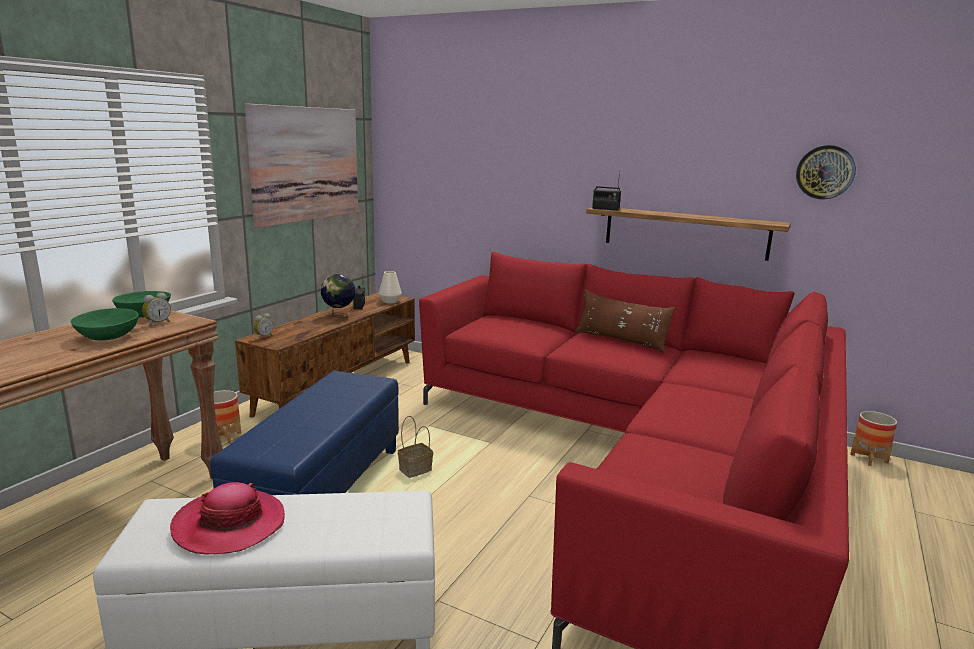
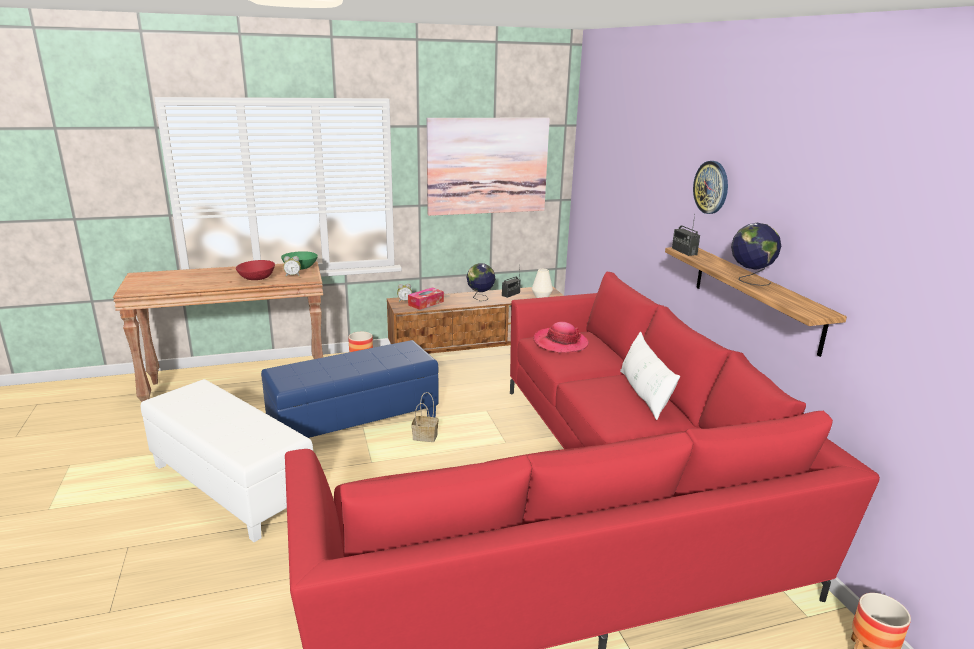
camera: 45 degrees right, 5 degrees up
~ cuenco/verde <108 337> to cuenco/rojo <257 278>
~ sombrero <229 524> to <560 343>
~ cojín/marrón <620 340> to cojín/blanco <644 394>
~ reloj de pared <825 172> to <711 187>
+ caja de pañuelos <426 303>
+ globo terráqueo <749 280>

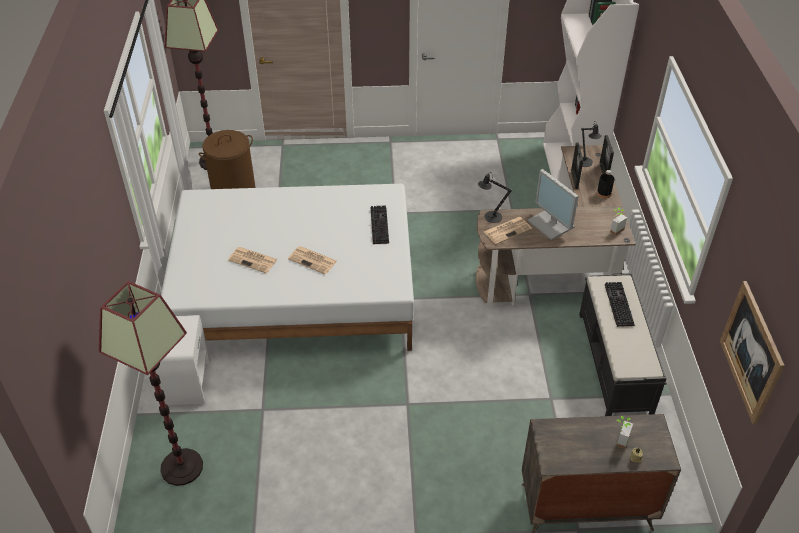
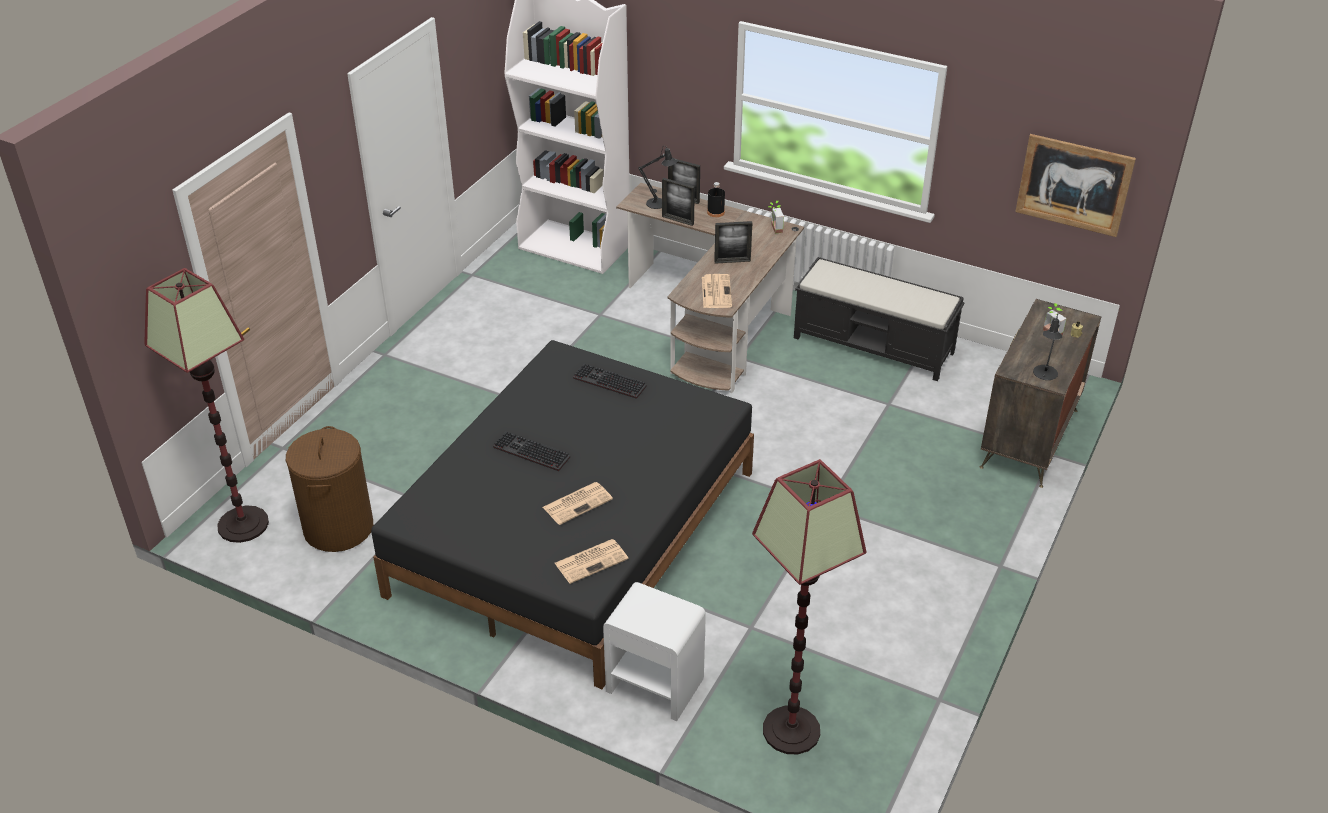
camera: 60 degrees left, 5 degrees down
~ cama/blanco <295 289> to cama/negro <574 532>
~ periódico <313 260> to <592 560>
~ lámpara de mesa/negro <490 217> to <1044 375>
~ monitor <552 224> to portarretratos <732 261>
~ teclado <617 304> to <529 453>

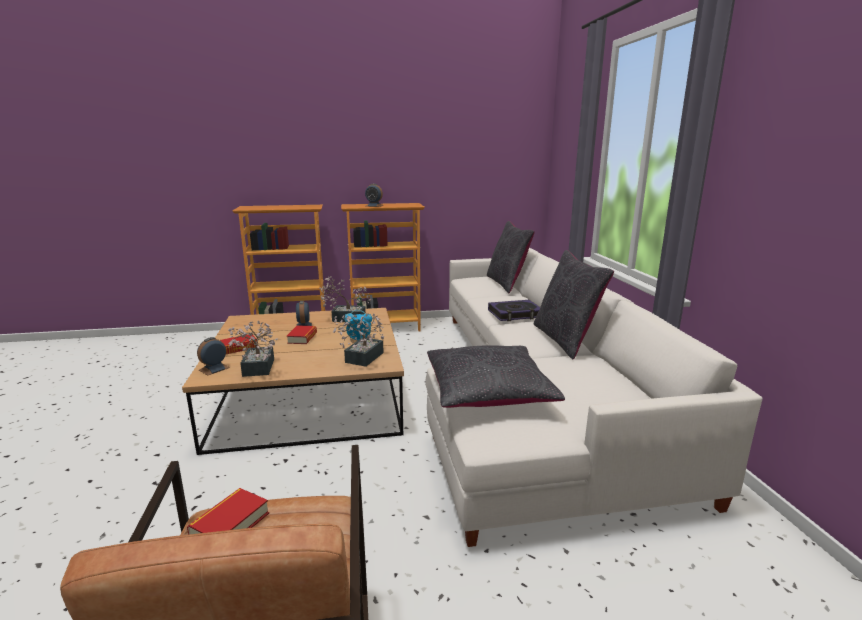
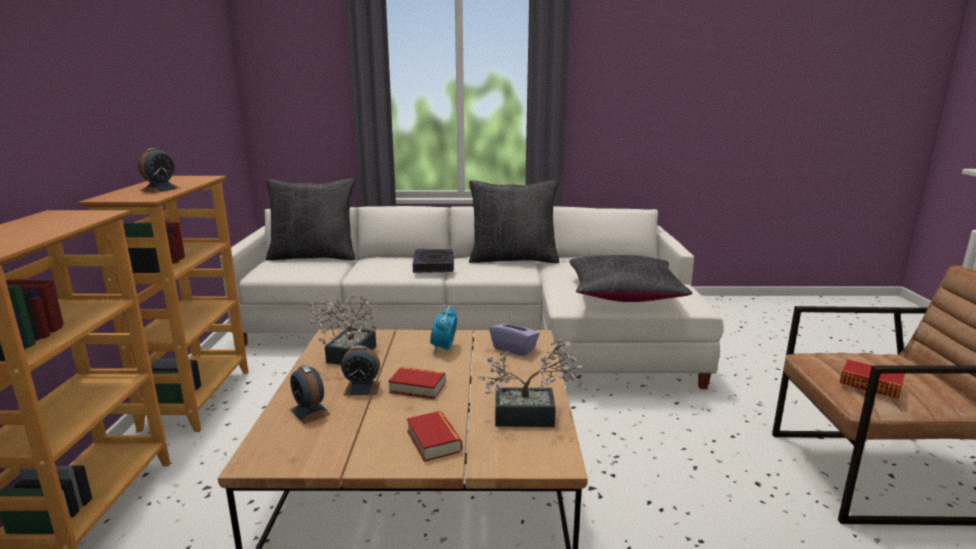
camera: 80 degrees left, 0 degrees up
~ despertador <214 369> to <309 412>
~ planta en maceta <361 359> to caja de pañuelos/morado <514 348>

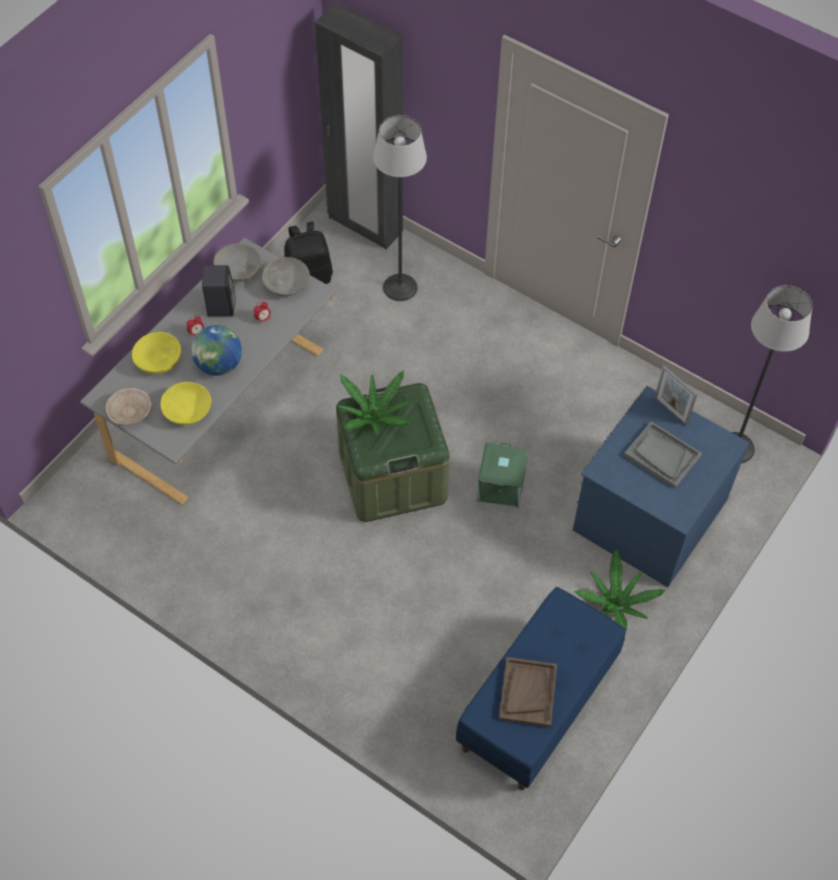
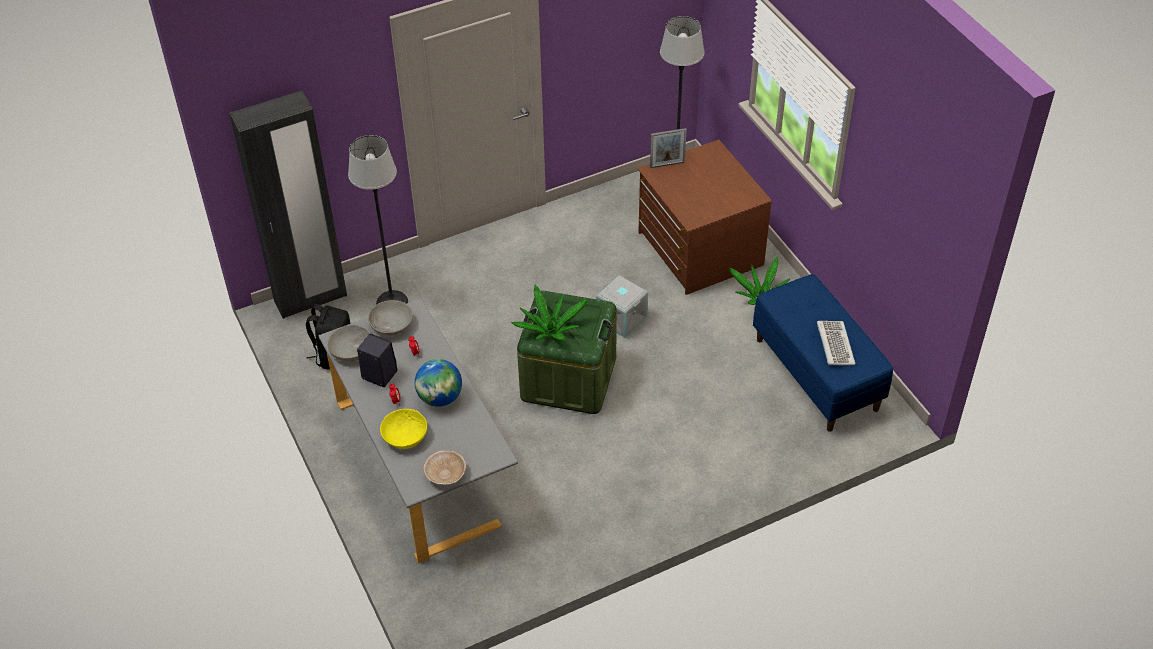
camera: 60 degrees left, 10 degrees down
- cuenco/amarillo <187 411>
~ caja de almacenaje/verde <501 487> to caja de almacenaje/gris <622 318>
~ bandeja/marrón <527 692> to teclado <834 344>
~ cómoda/azul <648 513> to cómoda/marrón <698 249>
- bandeja/gris <662 456>

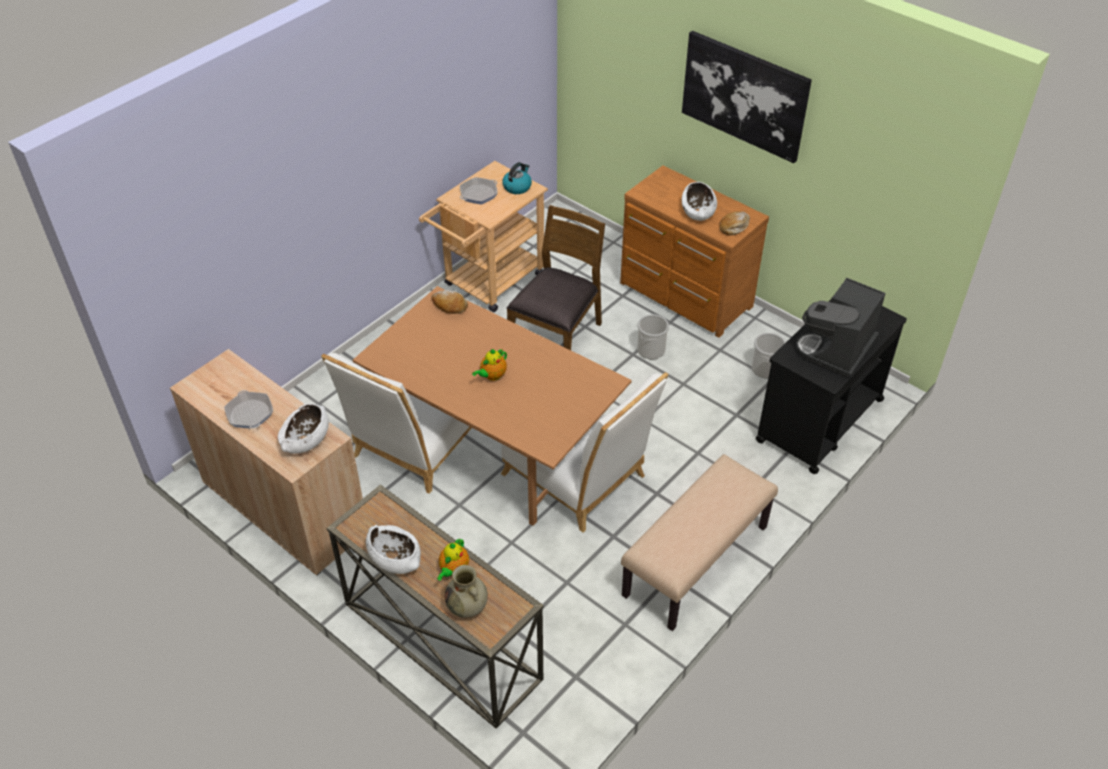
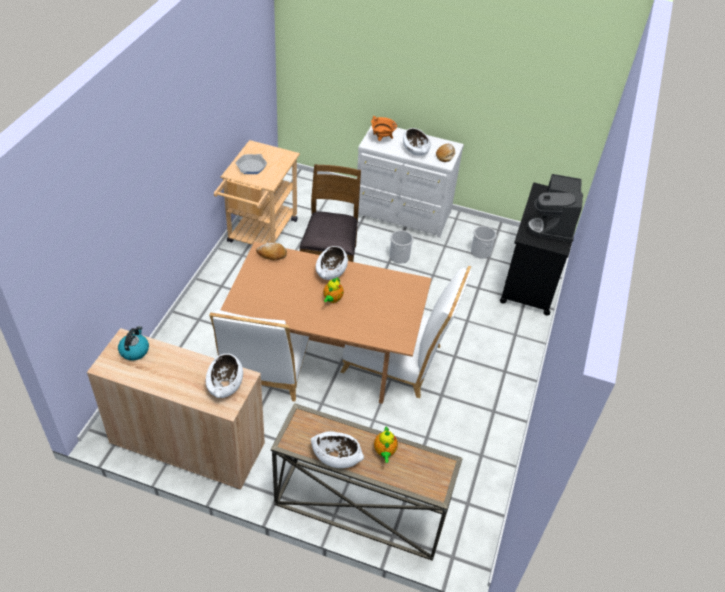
camera: 25 degrees left, 0 degrees up
- sartén <250 413>
- florero/beis <467 608>
~ hervidor <517 187> to <134 350>
~ cómoda/marrón <684 297> to cómoda/blanco <403 214>
- banco/beis <696 562>
- cuadro <744 95>
+ cuenco/blanco <331 271>
+ olla/naranja <382 139>

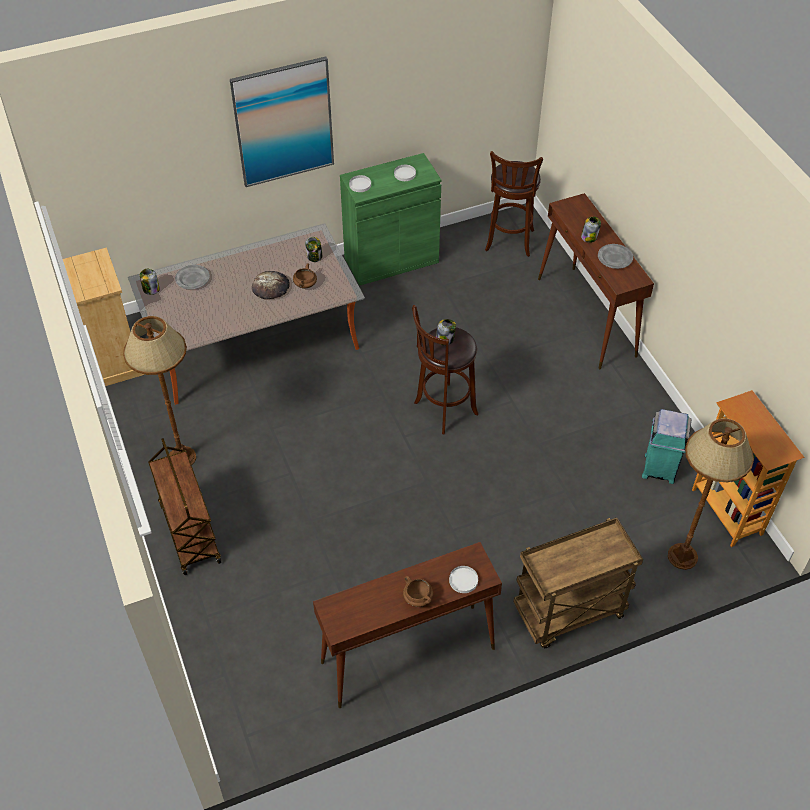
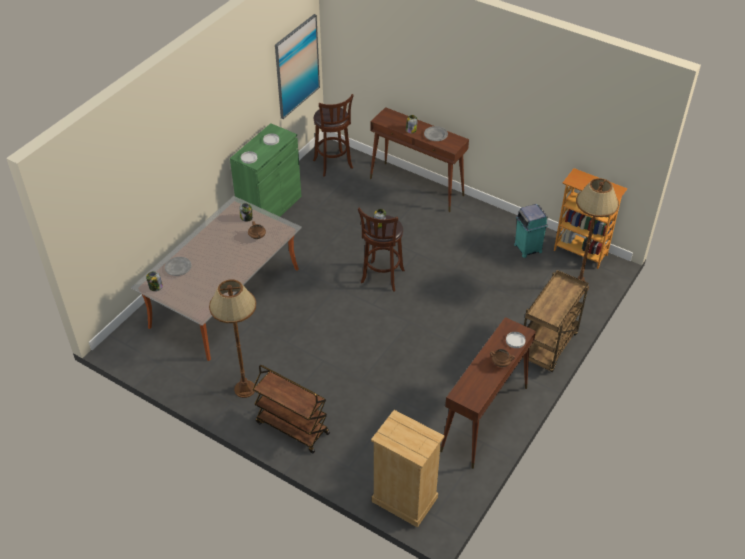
camera: 35 degrees left, 5 degrees down
~ cómoda/beis <115 360> to <404 499>
~ cuadro <283 122> to <297 66>
- pan <271 287>

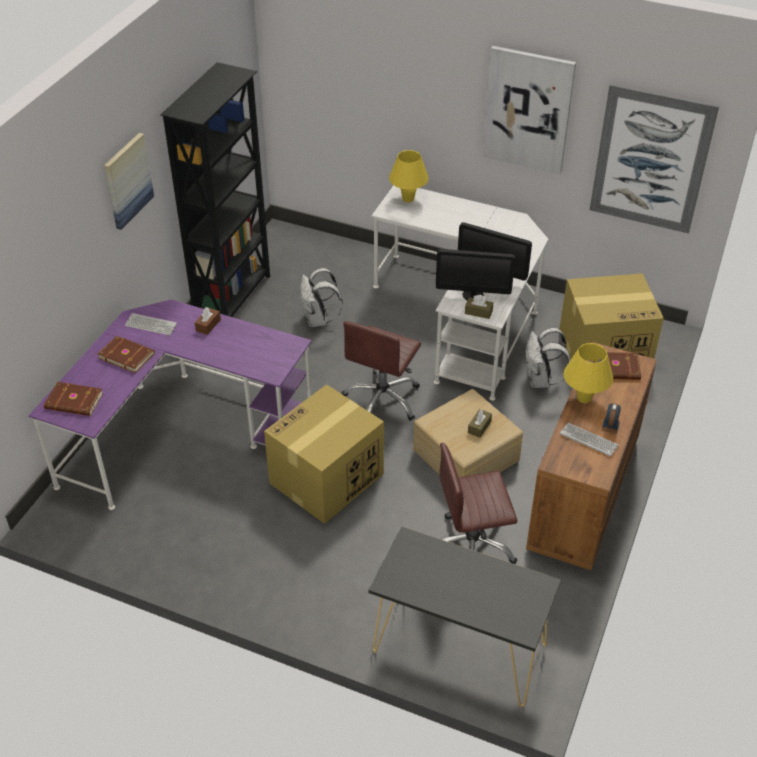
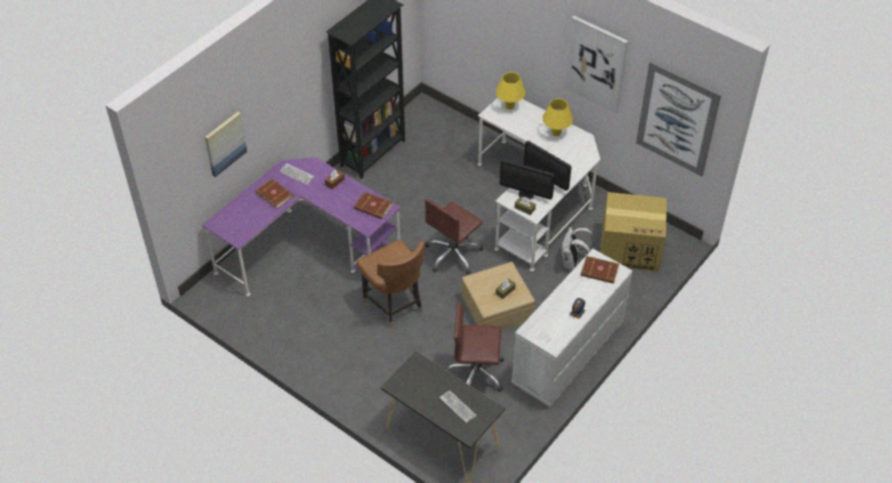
camera: 15 degrees right, 5 degrees up
~ libro/marrón <74 402> to <373 207>
~ cuadro <127 180> to <225 143>
~ caja de cartón <326 479> to silla/marrón <394 305>
- mochila/blanco <318 320>
~ cómoda/marrón <583 495> to cómoda/blanco <567 354>
~ teclado <589 440> to <458 407>
~ lámpara de mesa/amarillo <584 398> to <556 133>

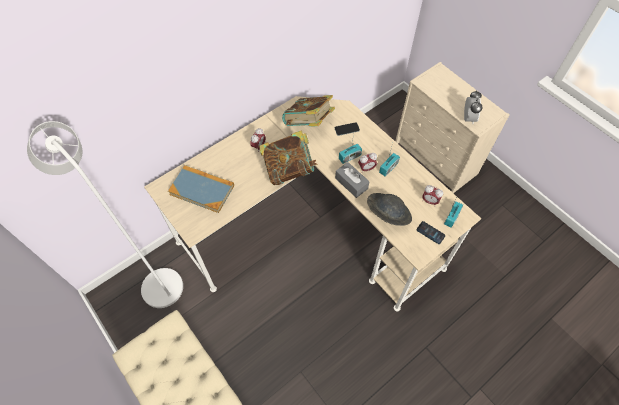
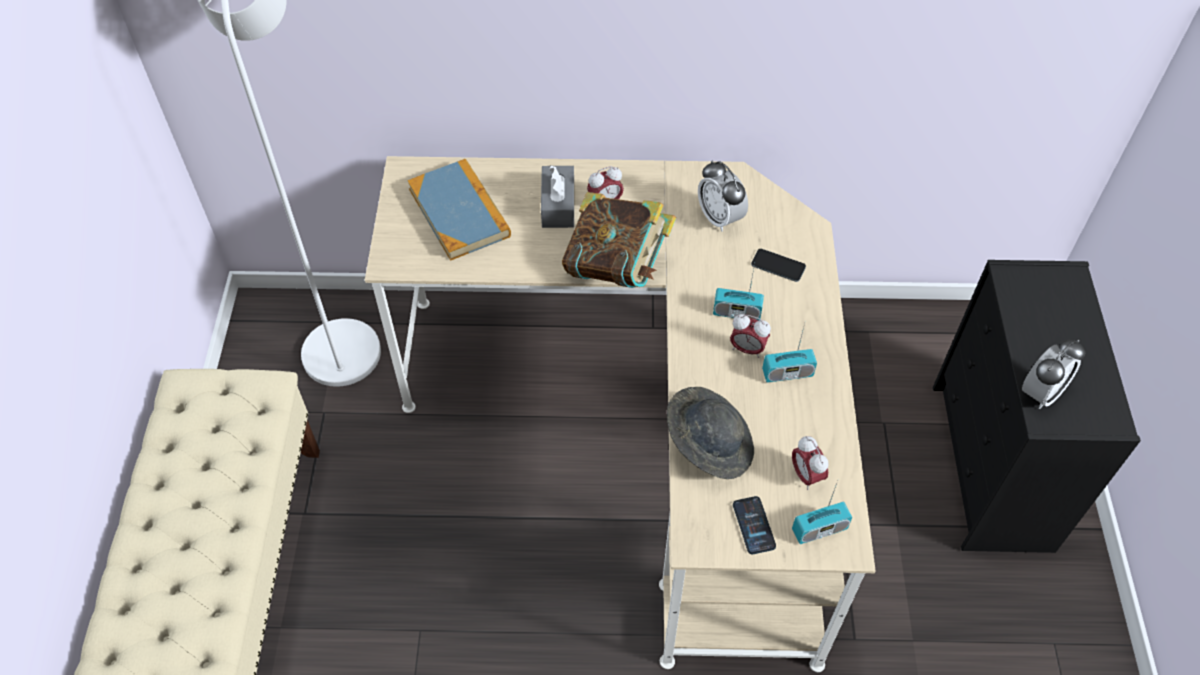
camera: 40 degrees right, 5 degrees down
~ libro <308 124> to despertador <720 218>
~ caja de pañuelos/gris <351 183> to <558 205>
~ cómoda/beis <436 159> to cómoda/negro <992 468>

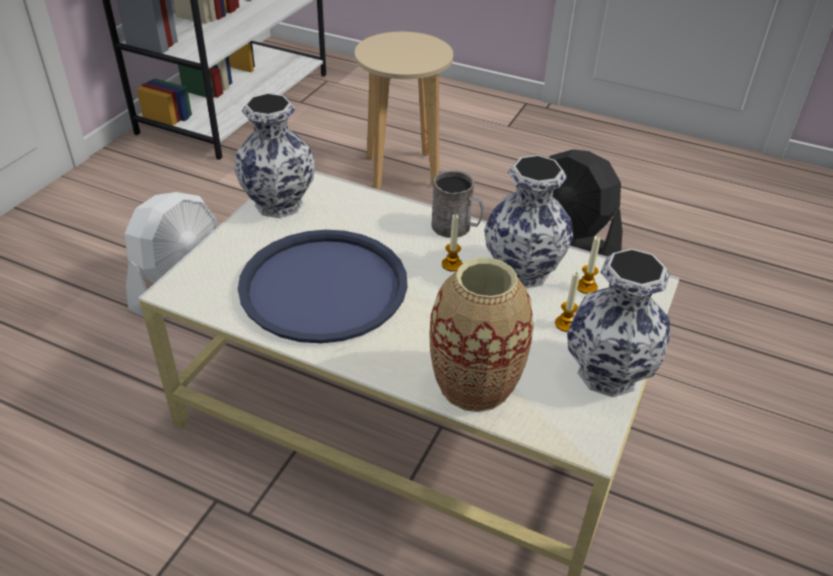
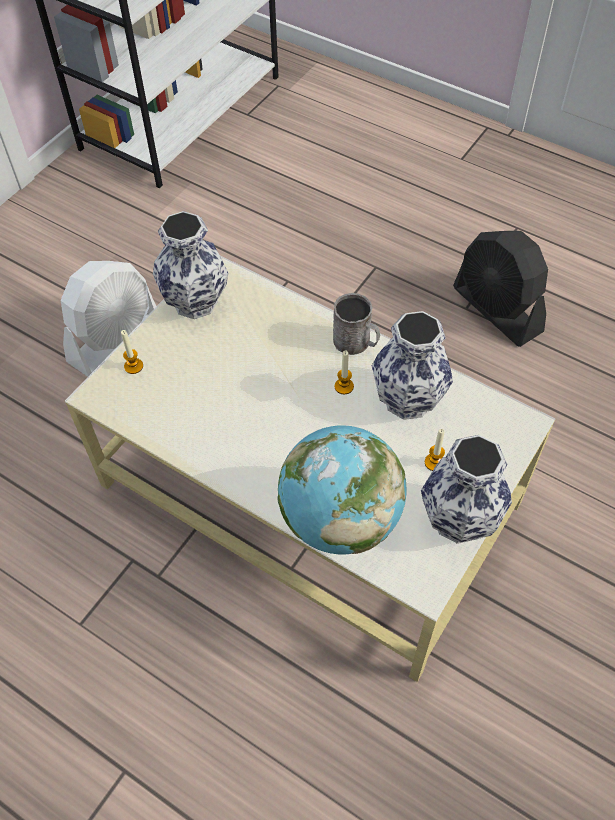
camera: 10 degrees right, 15 degrees up
- bandeja/azul <324 286>
- taburete/beis <402 171>
~ florero <474 384> to globo terráqueo <340 518>
~ vela <586 287> to <133 366>

